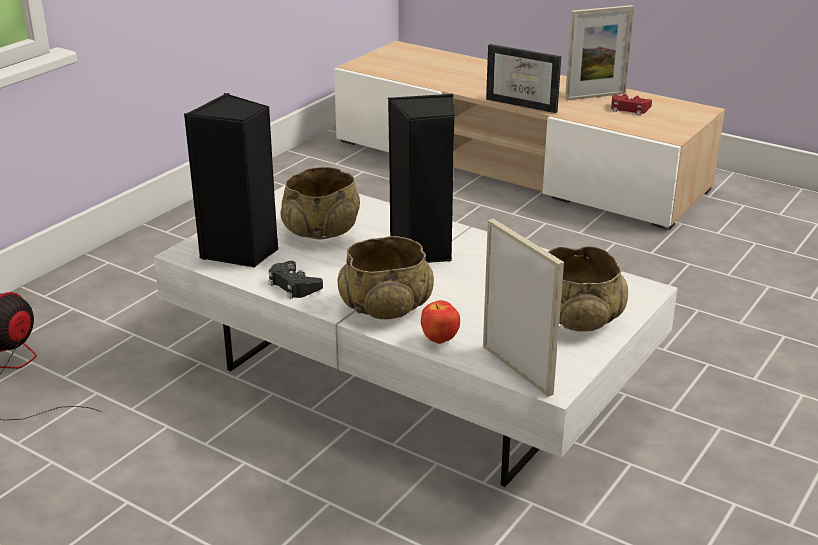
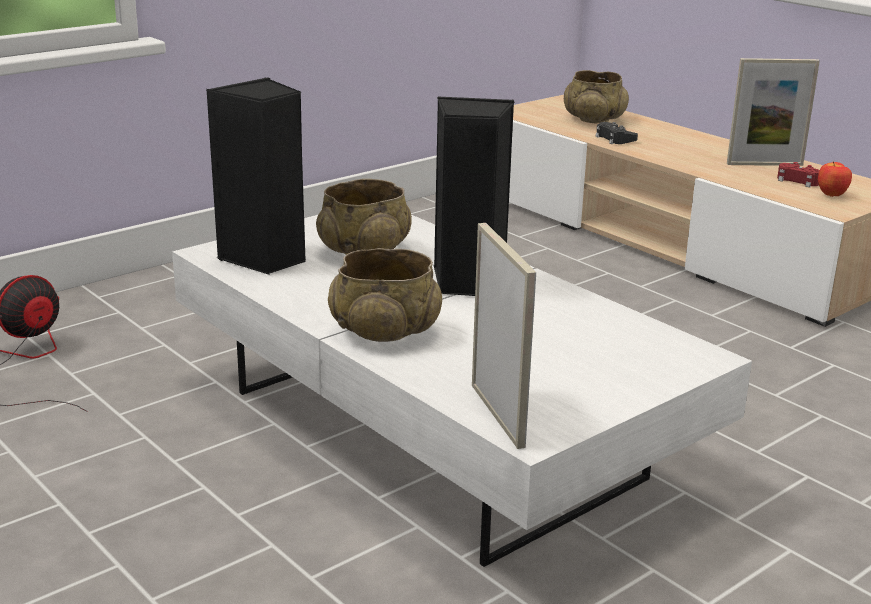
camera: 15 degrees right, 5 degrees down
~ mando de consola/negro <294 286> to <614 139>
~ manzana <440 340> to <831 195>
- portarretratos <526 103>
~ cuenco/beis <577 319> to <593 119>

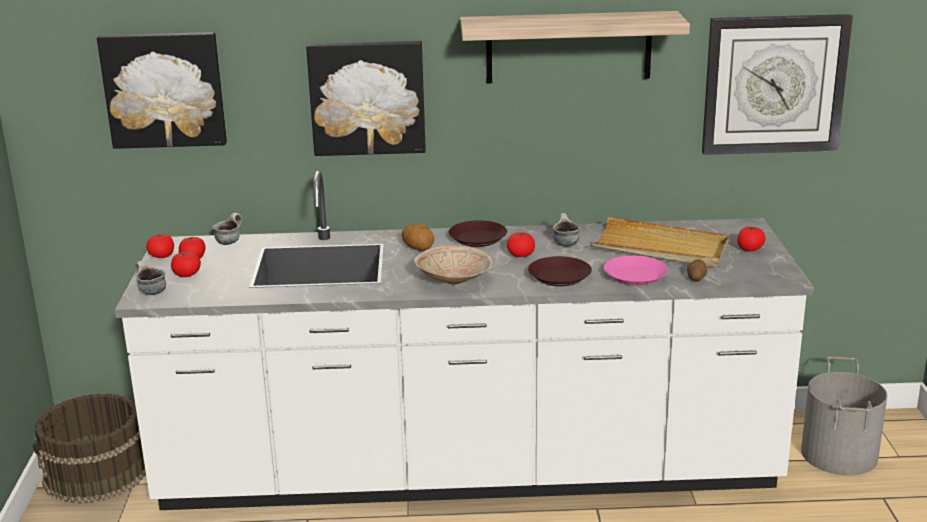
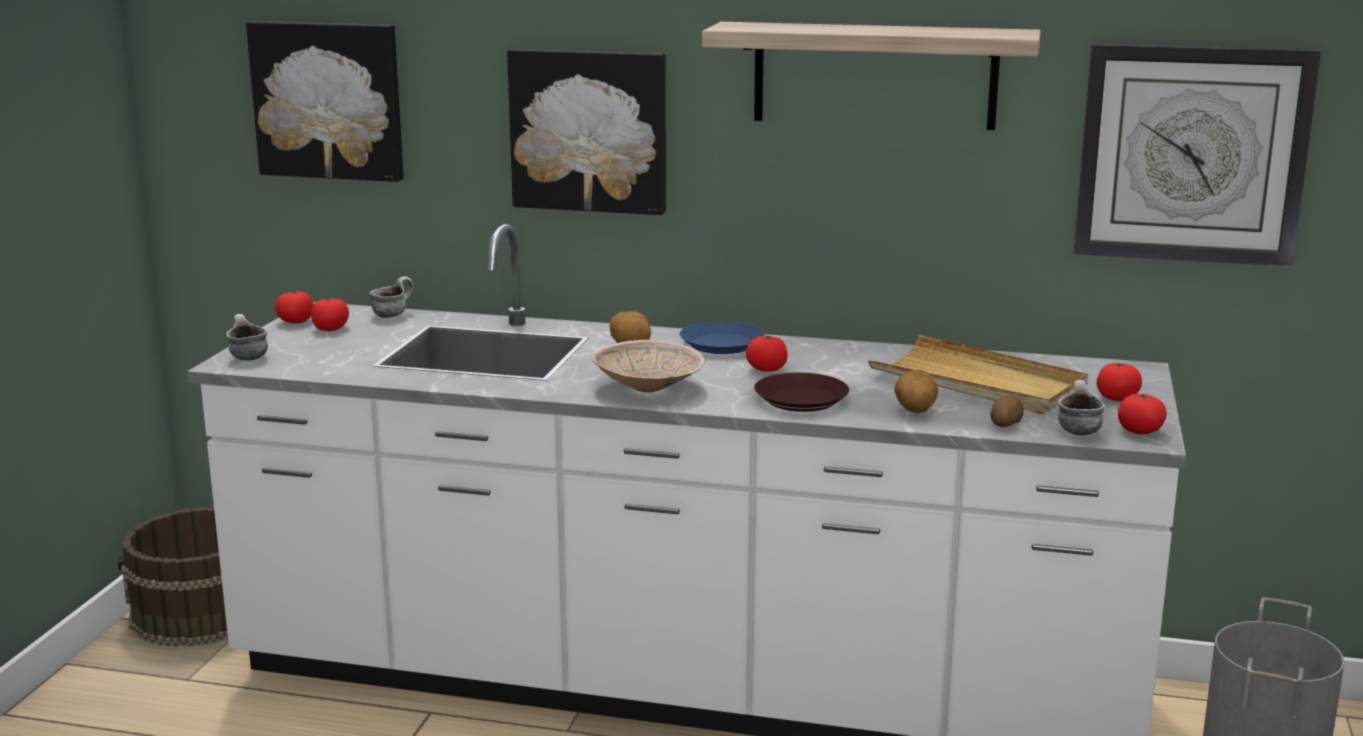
camera: 15 degrees right, 5 degrees down
~ tomate <186 275> to <1140 431>
~ plato/marrón <477 238> to plato/azul <721 344>
~ taza grande <564 243> to <1076 430>
~ plato/rosa <635 275> to patata <914 411>

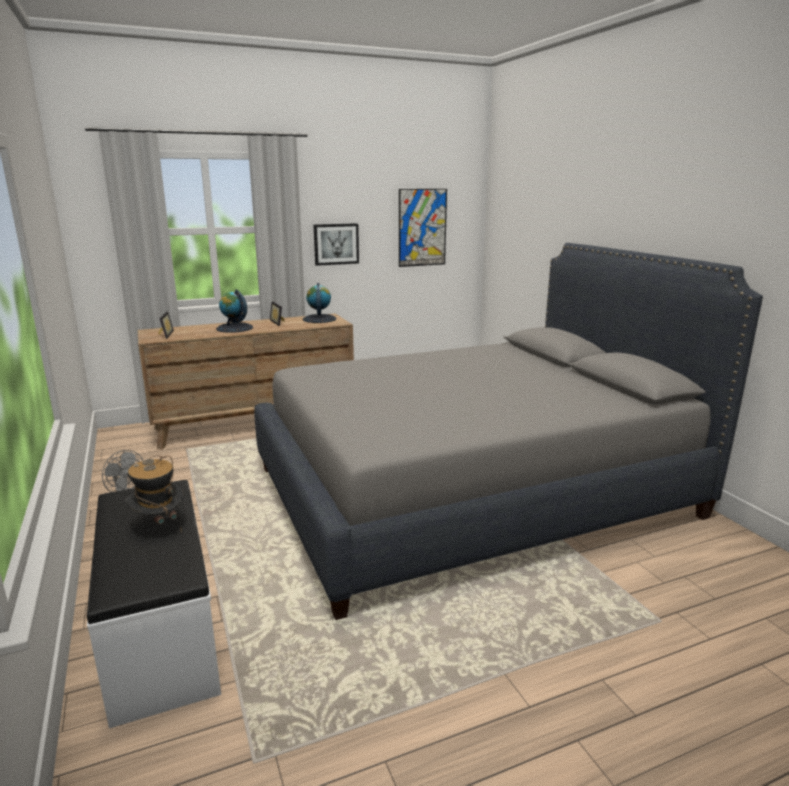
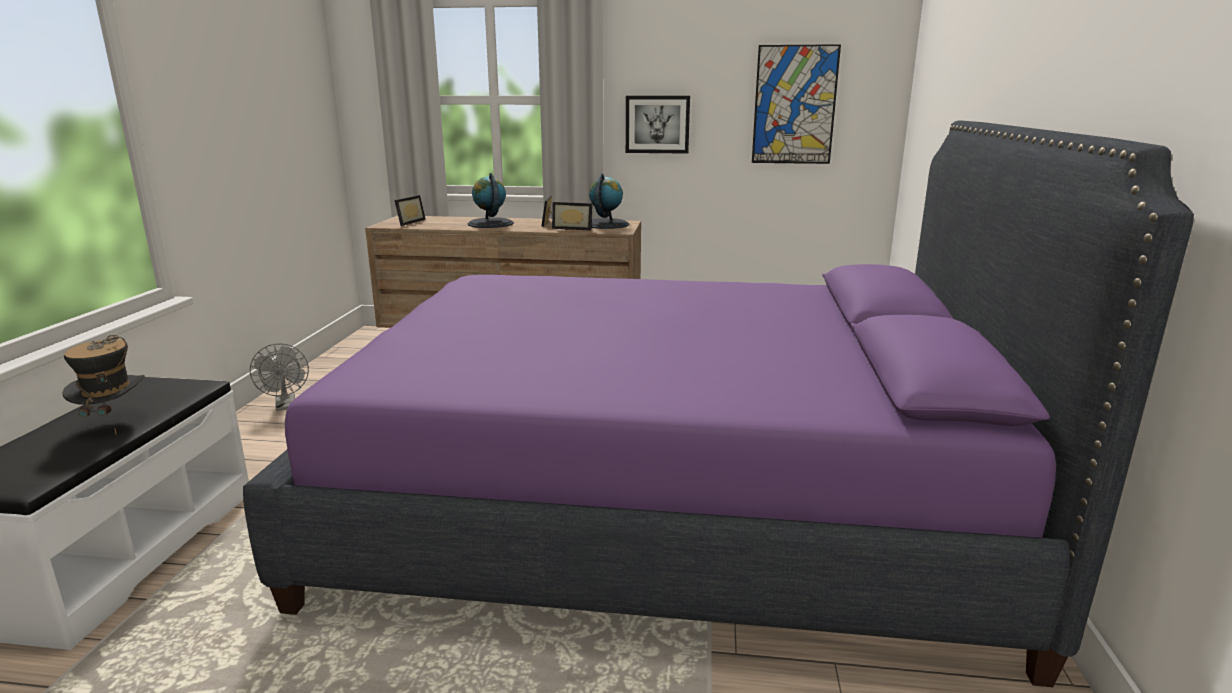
camera: 30 degrees right, 0 degrees up
~ cama/gris <472 492> to cama/morado <664 504>
+ portarretratos <573 228>

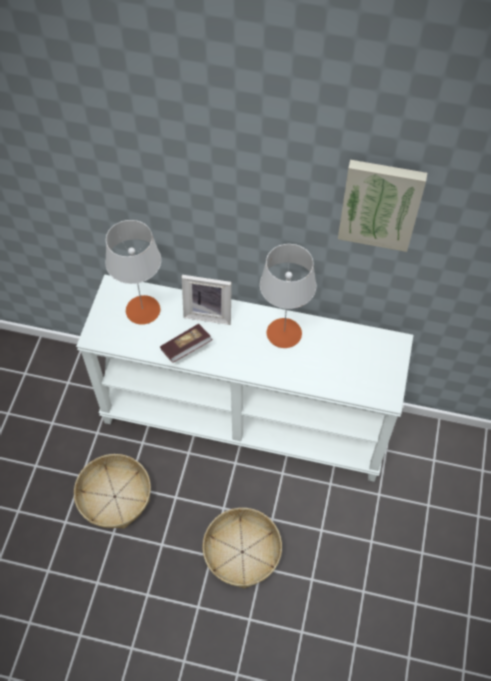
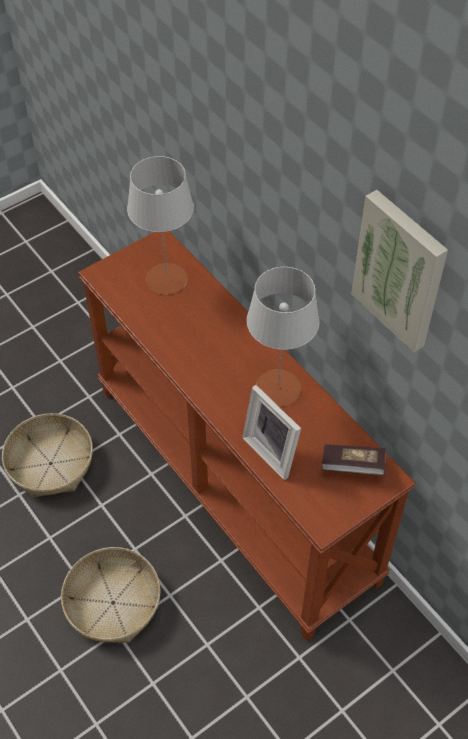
camera: 40 degrees right, 5 degrees down
~ mesa consola/blanco <246 417> to mesa consola/marrón <236 482>
~ libro <186 348> to <352 466>
~ portarretratos <208 312> to <274 451>

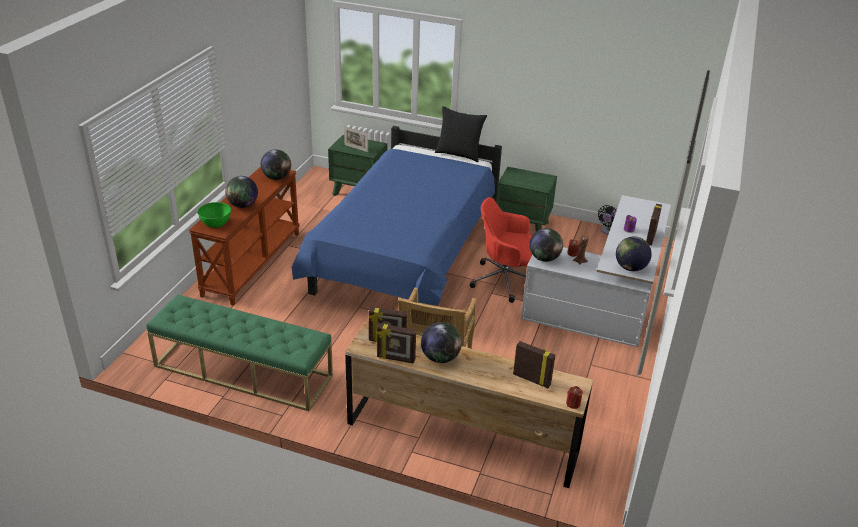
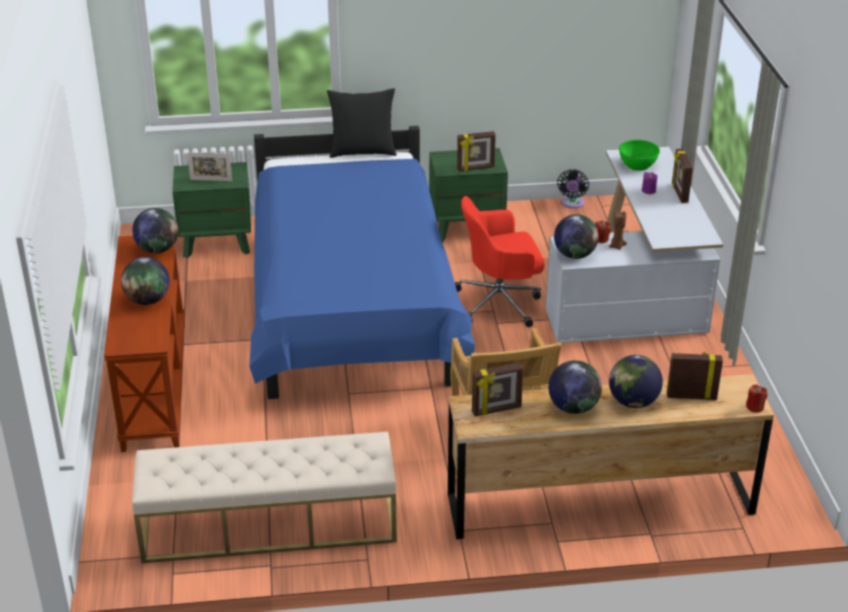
camera: 25 degrees left, 0 degrees up
~ banco/verde <243 371> to banco/beis <268 525>
~ cuenco/verde <216 223> to <637 165>
~ portarretratos <395 359> to <475 168>
~ globo terráqueo <630 268> to <632 402>

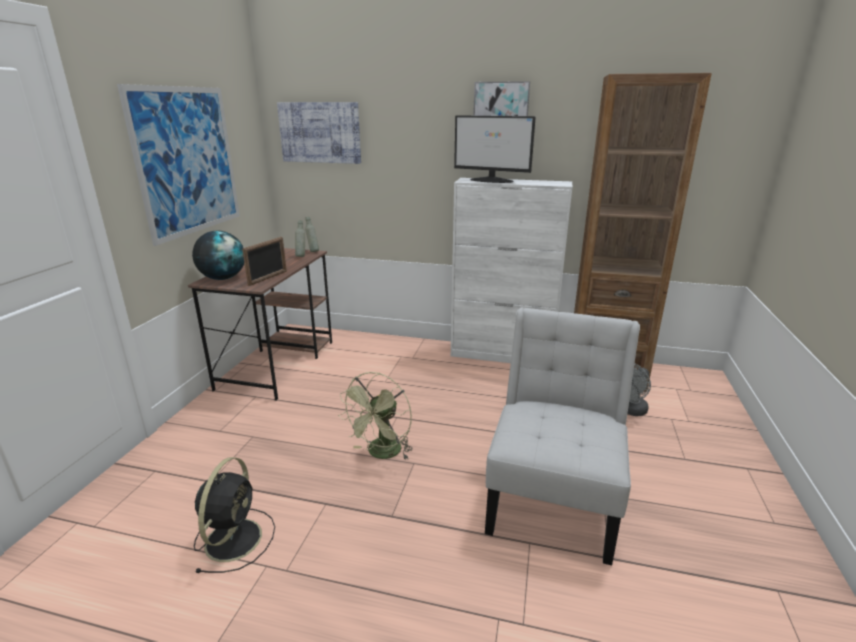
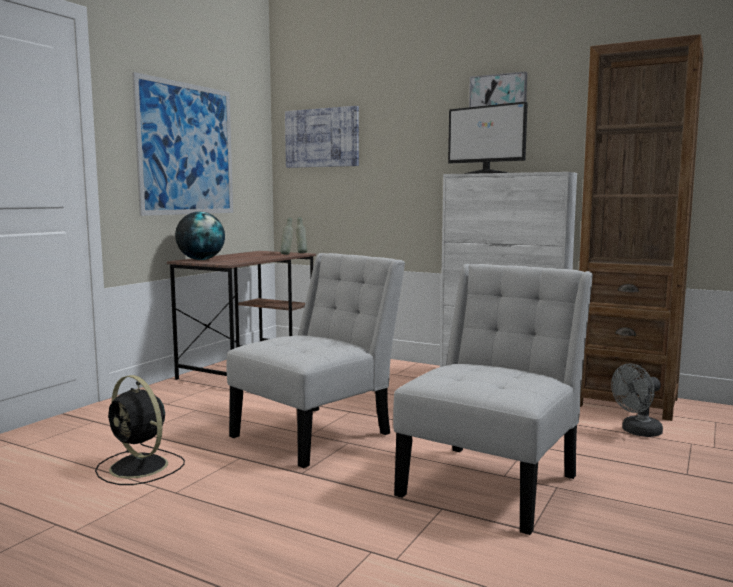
camera: 15 degrees right, 15 degrees down
~ ventilador/negro <235 537> = <140 467> 105 degrees clockwise
- portarretratos <268 278>
~ ventilador/verde <381 454> to silla/blanco <318 433>

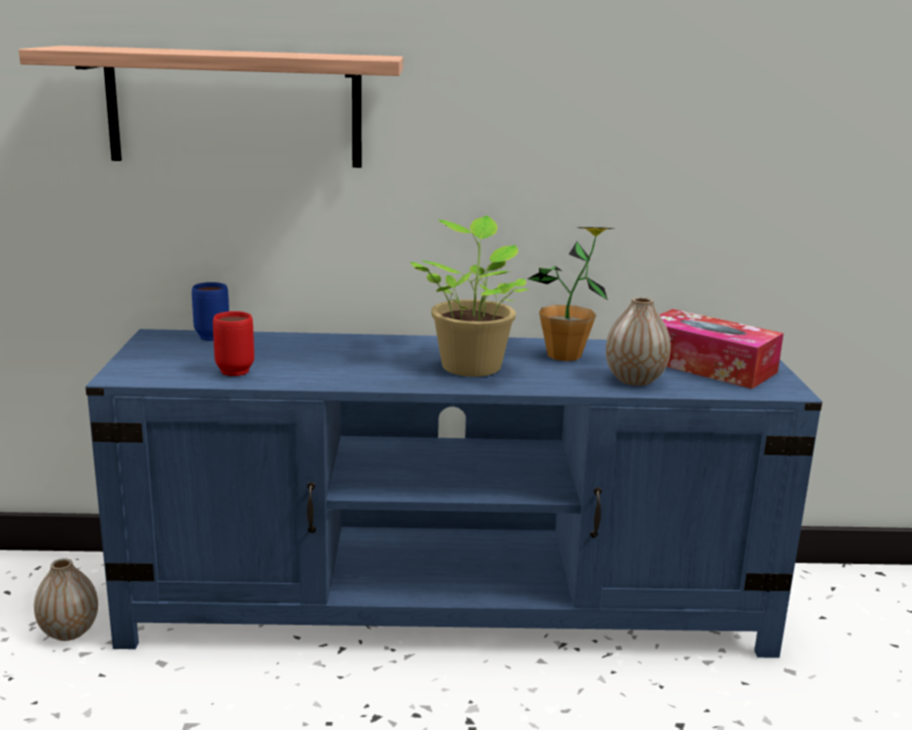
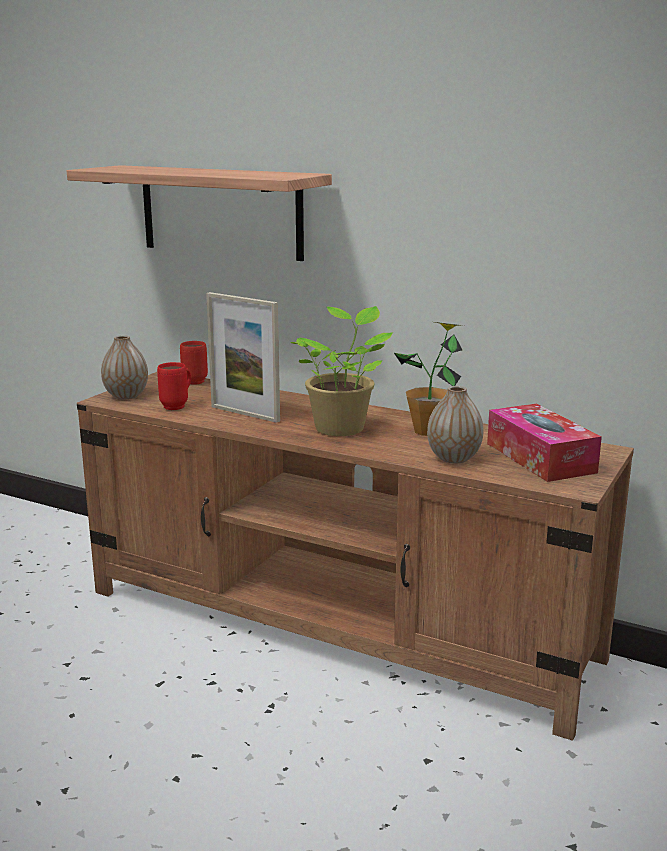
camera: 30 degrees right, 0 degrees up
~ florero <69 632> to <126 396>
~ mueble de televisión/azul <450 606> to mueble de televisión/marrón <337 625>
~ taza grande/azul <210 335> to taza grande/rojo <196 380>
+ portarretratos <245 414>

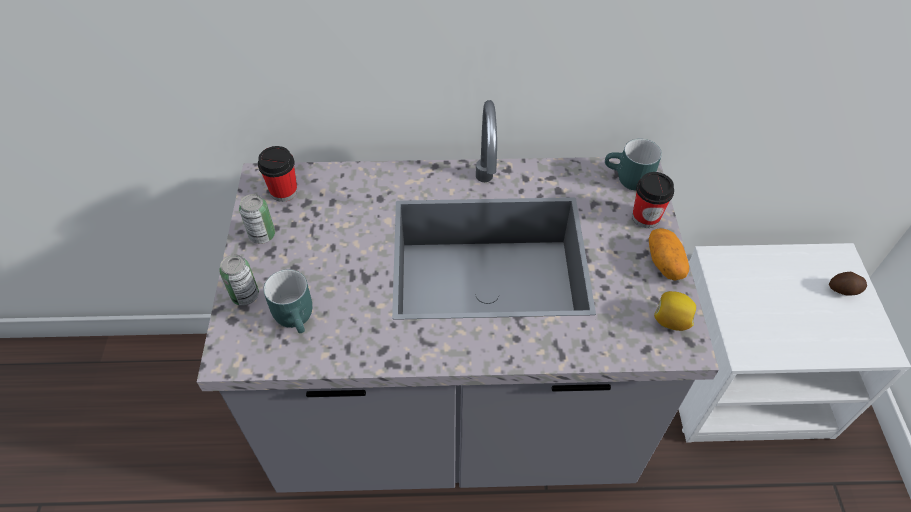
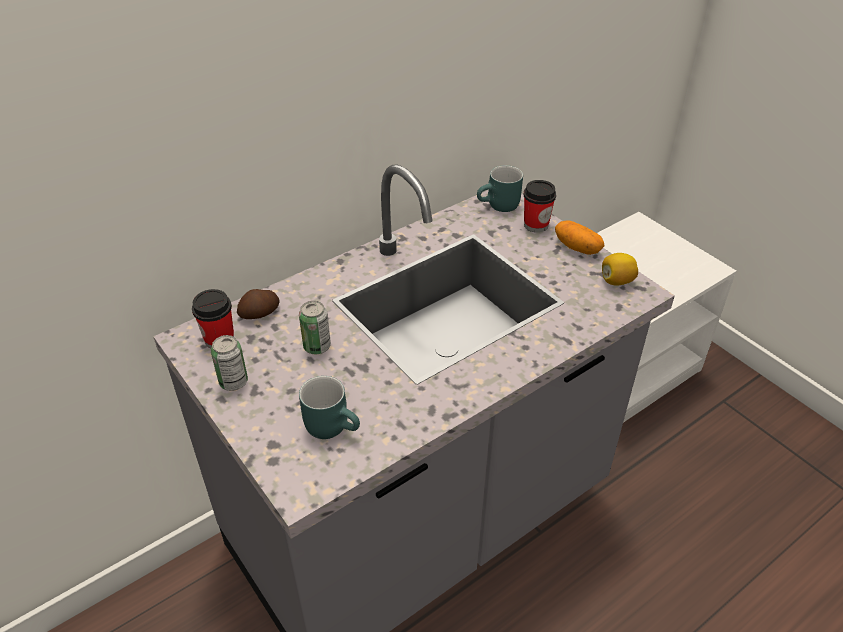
camera: 35 degrees left, 10 degrees down
~ lata <245 295> to <317 346>
~ patata <844 290> to <260 314>

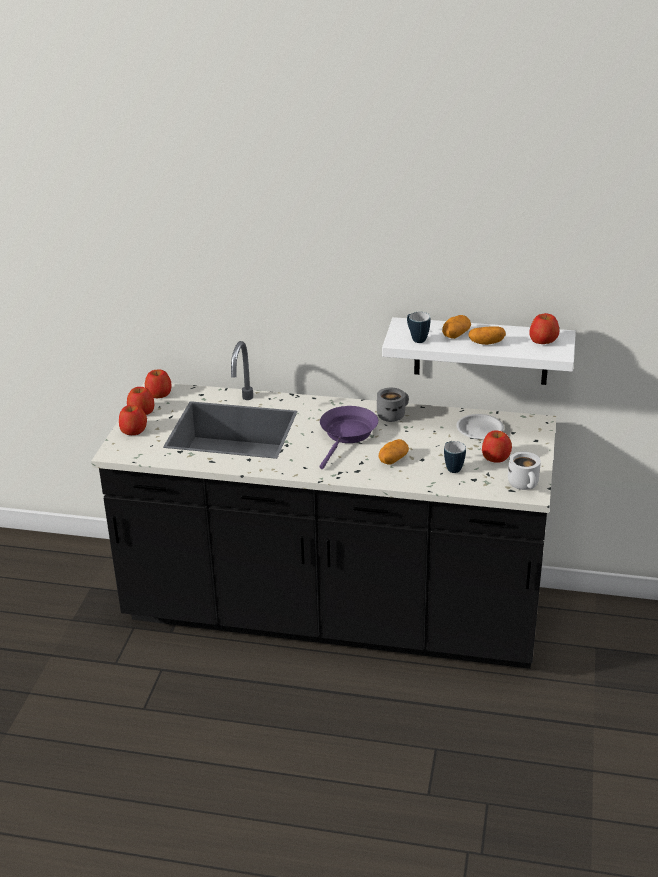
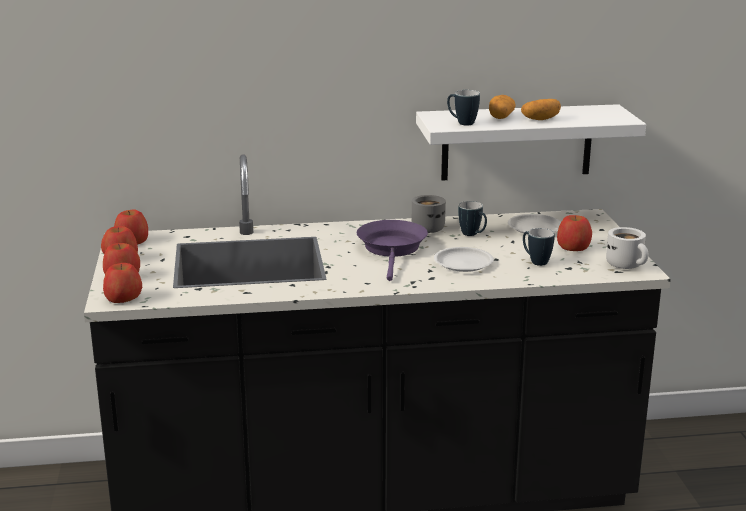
camera: 20 degrees left, 10 degrees down
~ patata <393 459> to plato/blanco <464 263>
~ manzana <543 340> to <123 298>
+ taza grande <473 235>

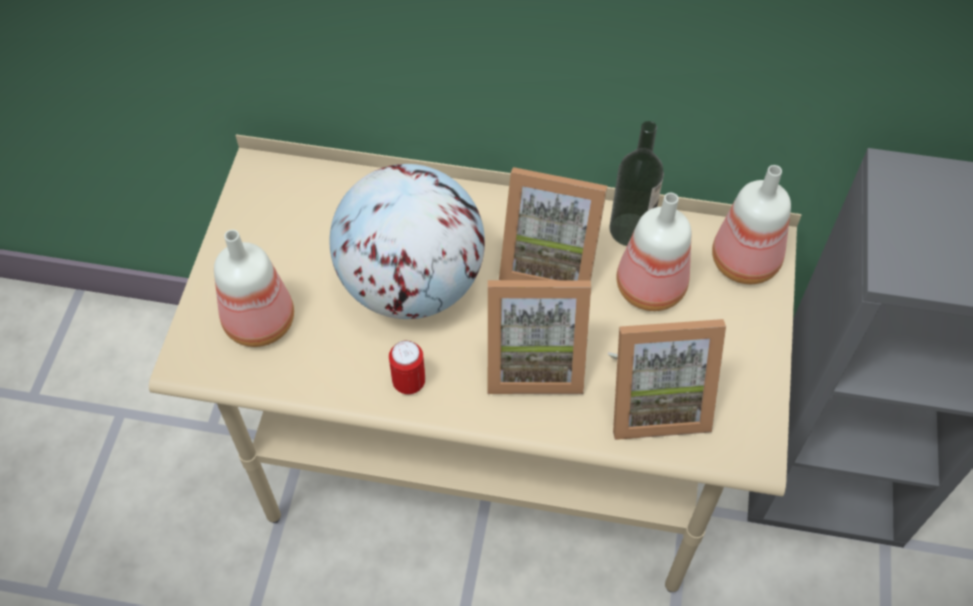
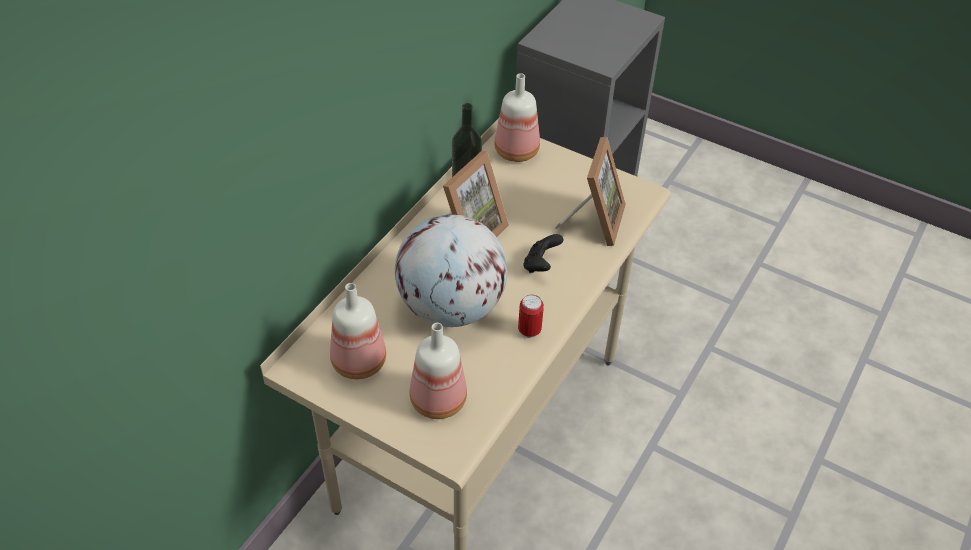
camera: 70 degrees left, 10 degrees down
~ portarretratos <534 360> to mando de consola/negro <541 265>
~ botella <648 287> to <358 363>

